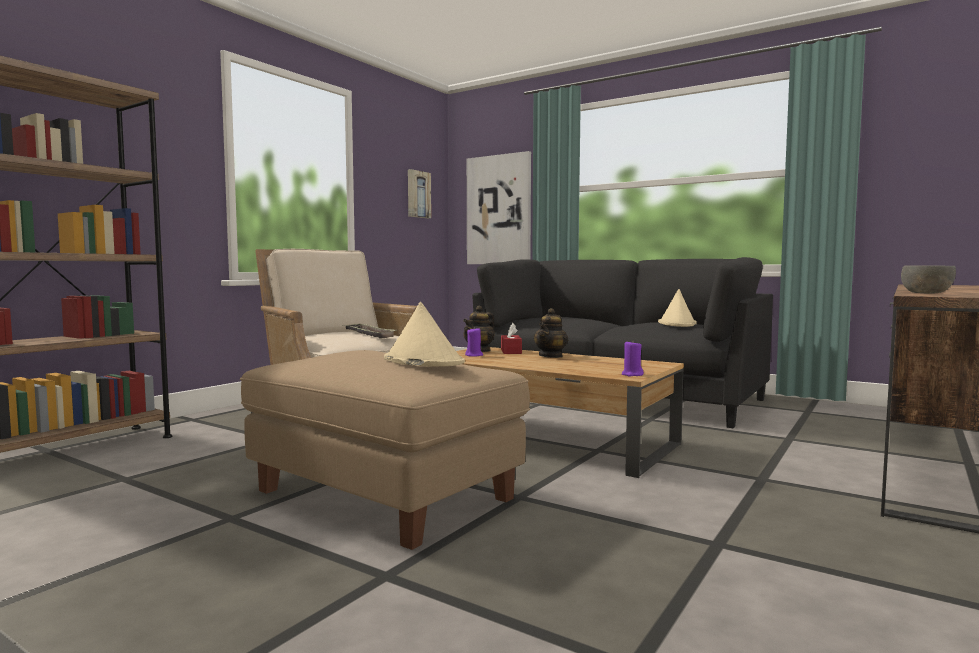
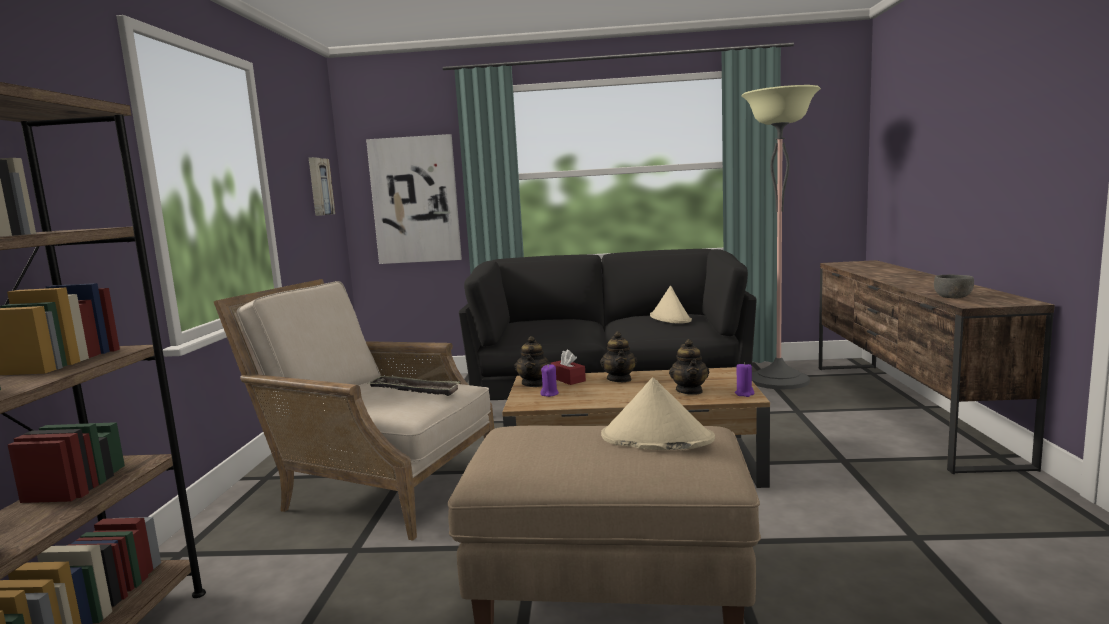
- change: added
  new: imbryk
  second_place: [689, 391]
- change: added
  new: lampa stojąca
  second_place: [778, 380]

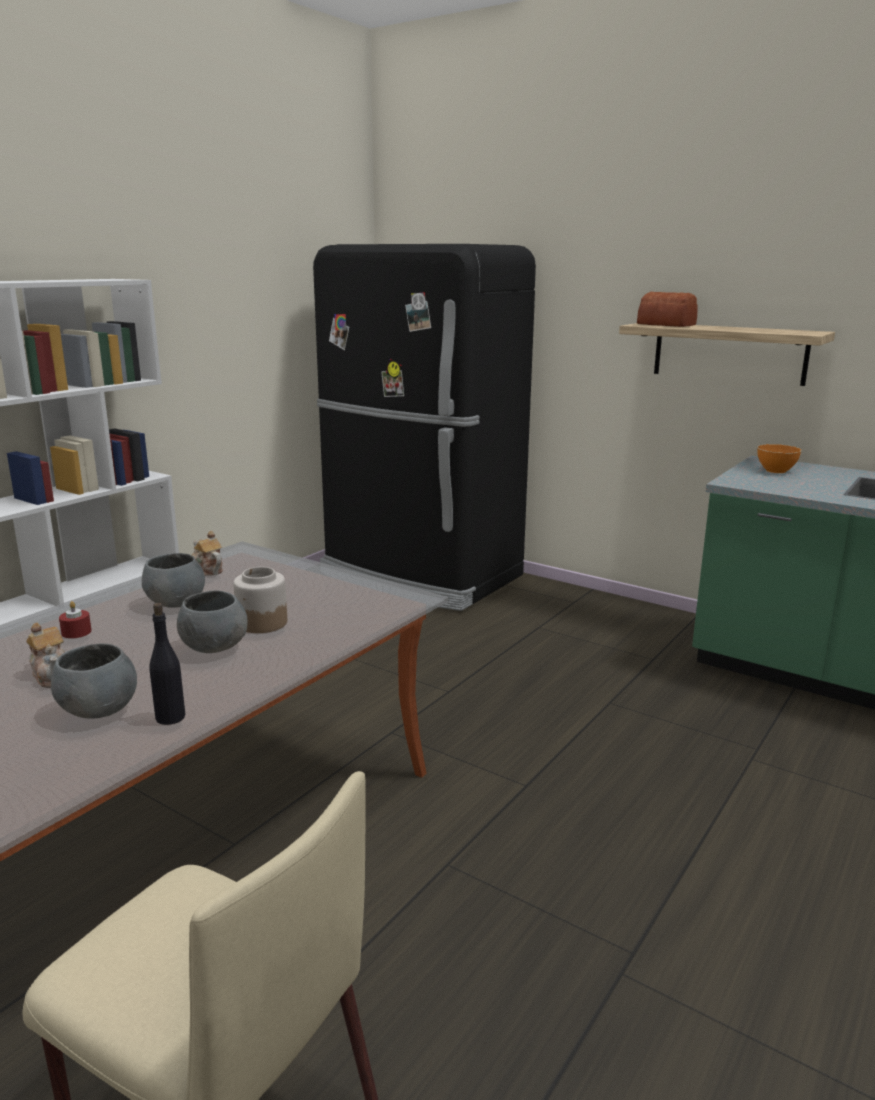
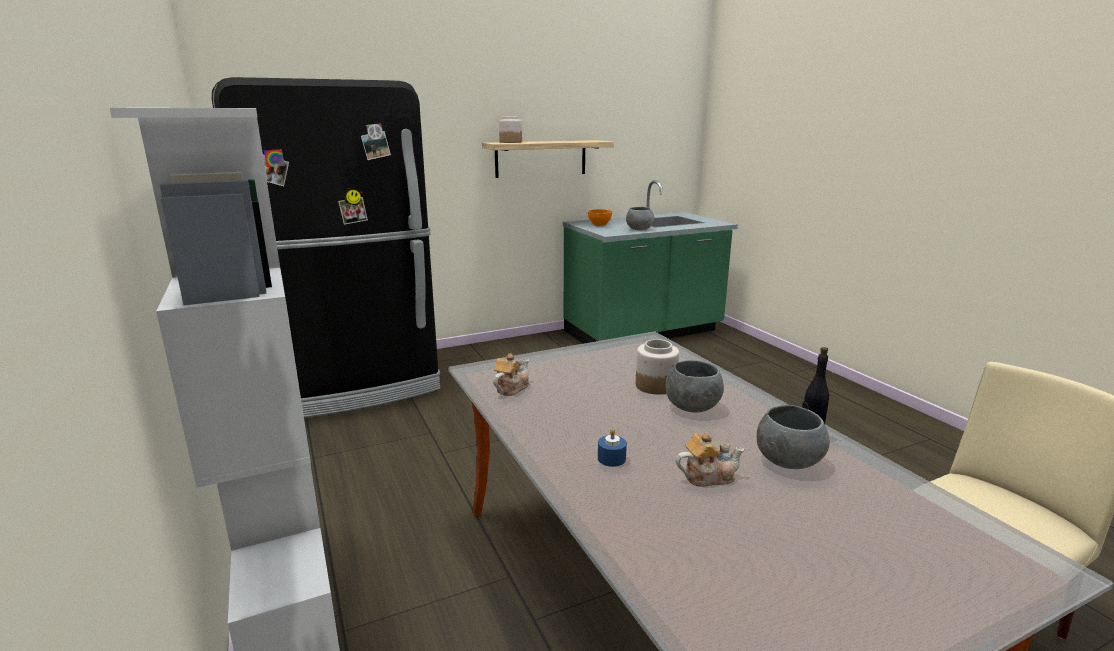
- change: turned
  old: imbryk
  first_place: [207, 570]
  second_place: [511, 388]
  degrees: 135
- change: replaced
  old: chleb
  new: słoik
  first_place: [665, 324]
  second_place: [510, 142]
- change: recoloured
  old: świeca (czerwony)
  new: świeca (niebieski)
  first_place: [76, 632]
  second_place: [611, 458]
- change: moved
  old: miska (szary)
  first_place: [176, 603]
  second_place: [639, 229]

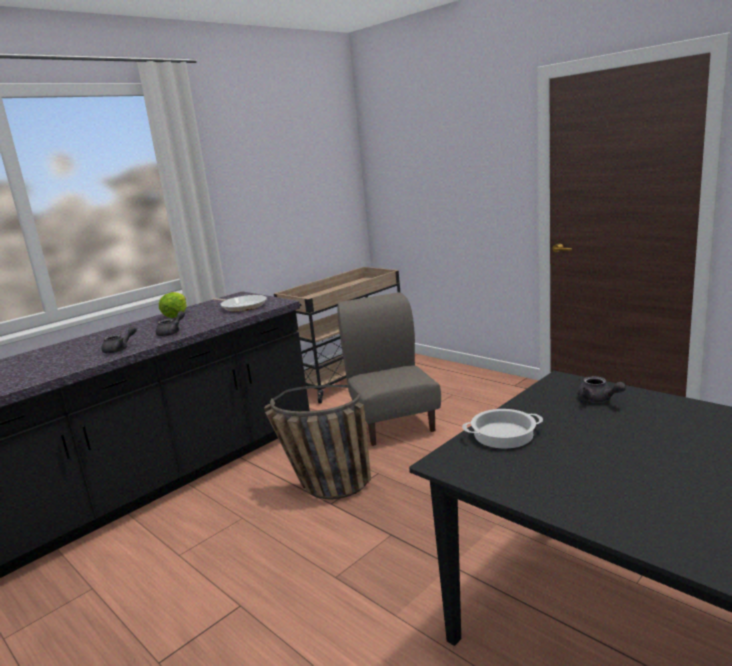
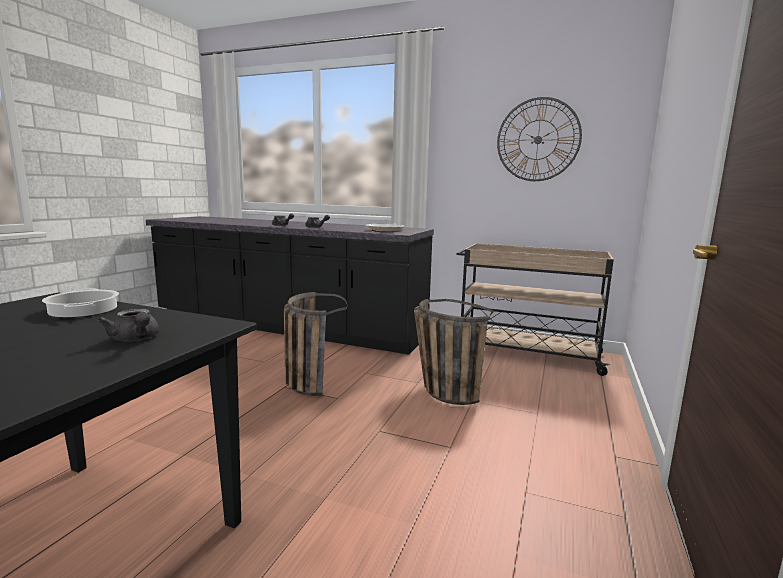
- change: turned
  old: imbryk (szary)
  first_place: [598, 400]
  second_place: [136, 339]
  degrees: -75
- change: replaced
  old: krzesło (szary)
  new: koszyk
  first_place: [393, 422]
  second_place: [440, 389]
- change: added
  new: zegar ścienny
  second_place: [538, 140]
- change: removed
  old: sałata
  first_place: [176, 315]

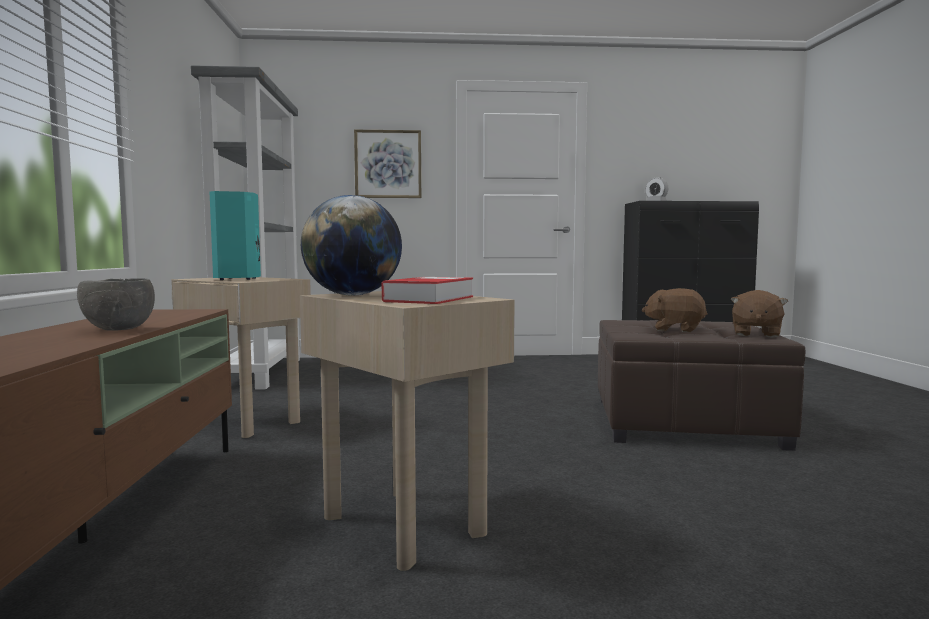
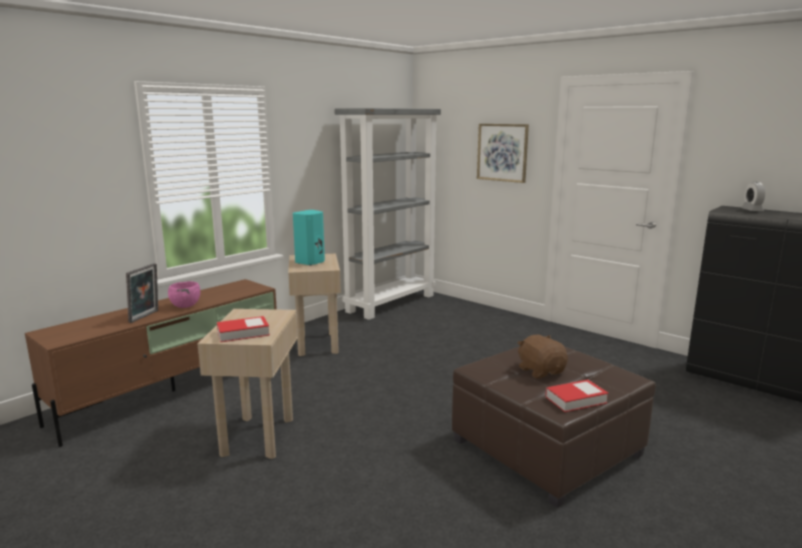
- change: added
  new: ramka na zdjęcie
  second_place: [146, 316]
- change: recoloured
  old: miska (szary)
  new: miska (różowy)
  first_place: [118, 329]
  second_place: [185, 306]
- change: replaced
  old: pluszak (brązowy)
  new: książka
  first_place: [755, 334]
  second_place: [576, 400]
- change: removed
  old: globus
  first_place: [353, 295]

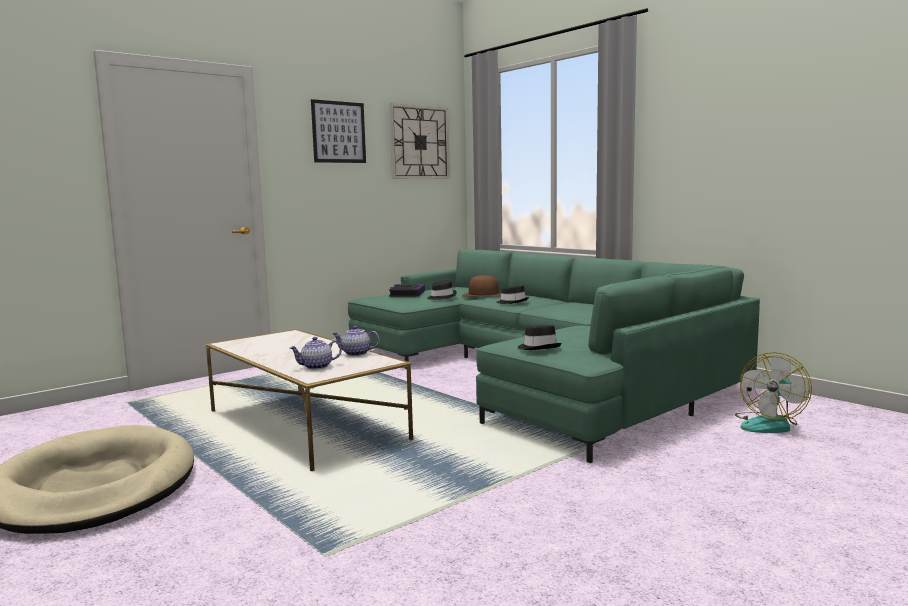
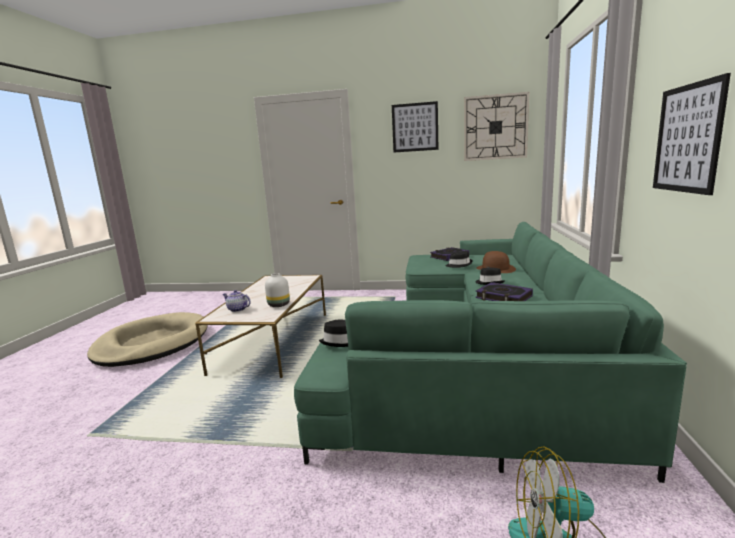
- change: replaced
  old: imbryk
  new: wazon (biały)
  first_place: [356, 354]
  second_place: [278, 305]
- change: added
  new: książka
  second_place: [503, 297]
- change: added
  new: obraz
  second_place: [687, 138]

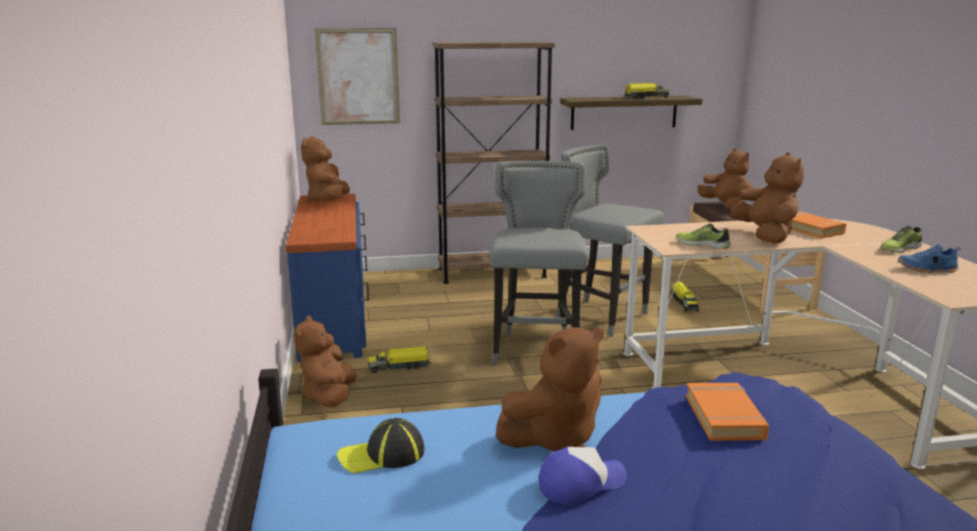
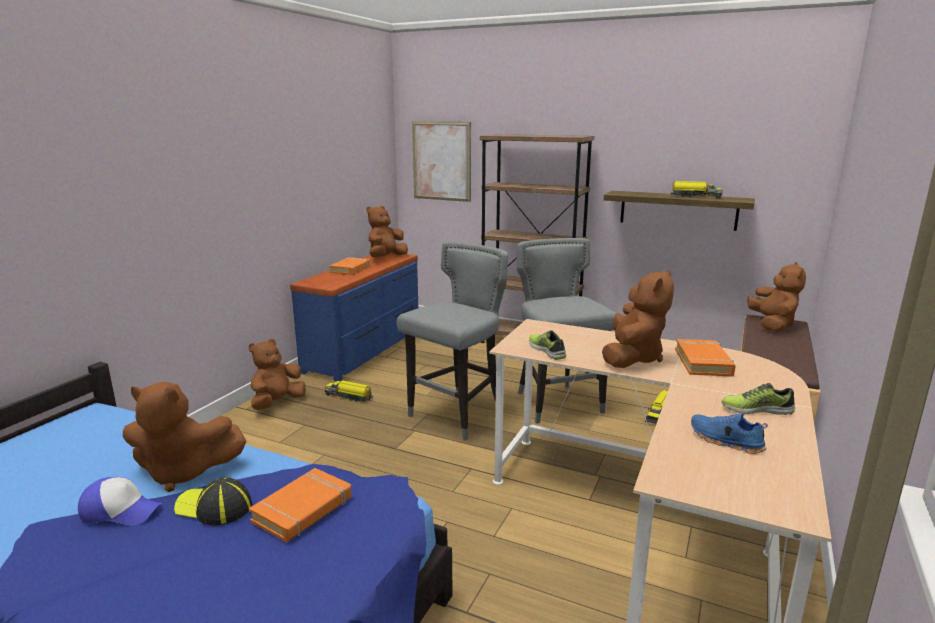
- change: moved
  old: czapka z daszkiem
  first_place: [382, 455]
  second_place: [214, 507]
- change: added
  new: książka (pomarańczowy)
  second_place: [350, 269]

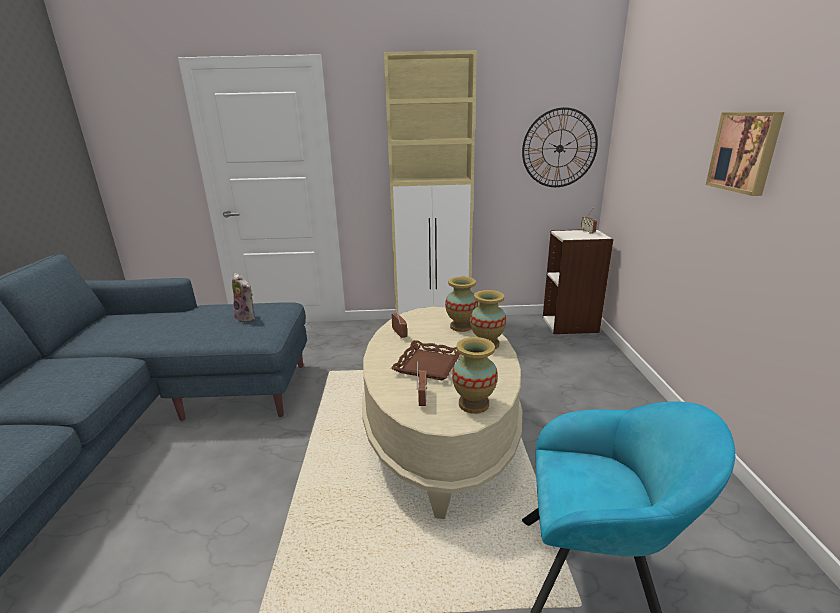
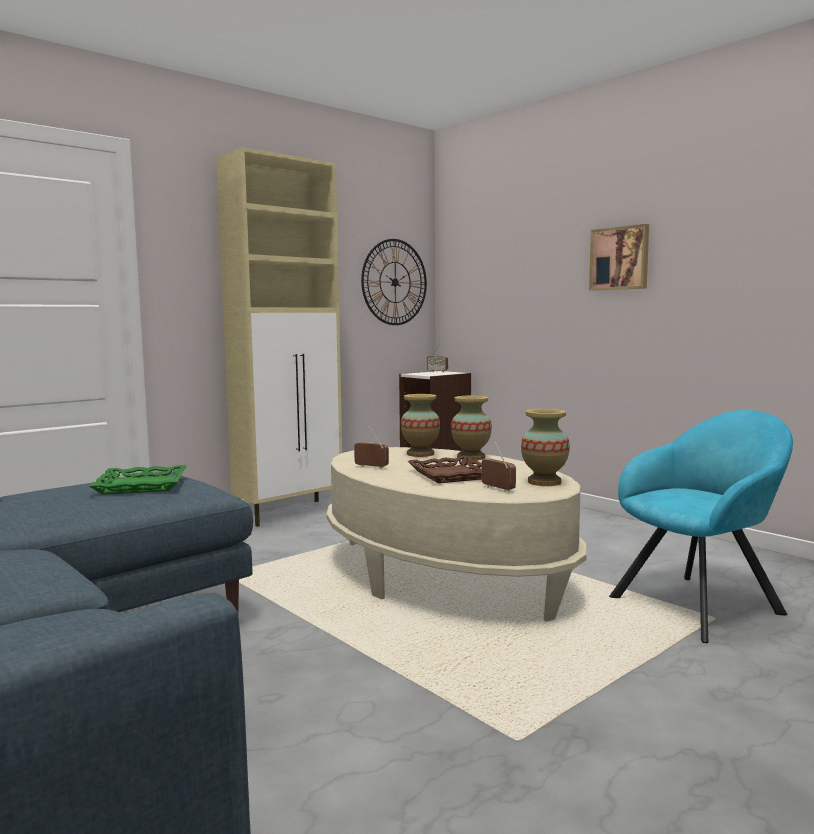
- change: replaced
  old: pluszak
  new: taca (zielony)
  first_place: [247, 318]
  second_place: [141, 486]

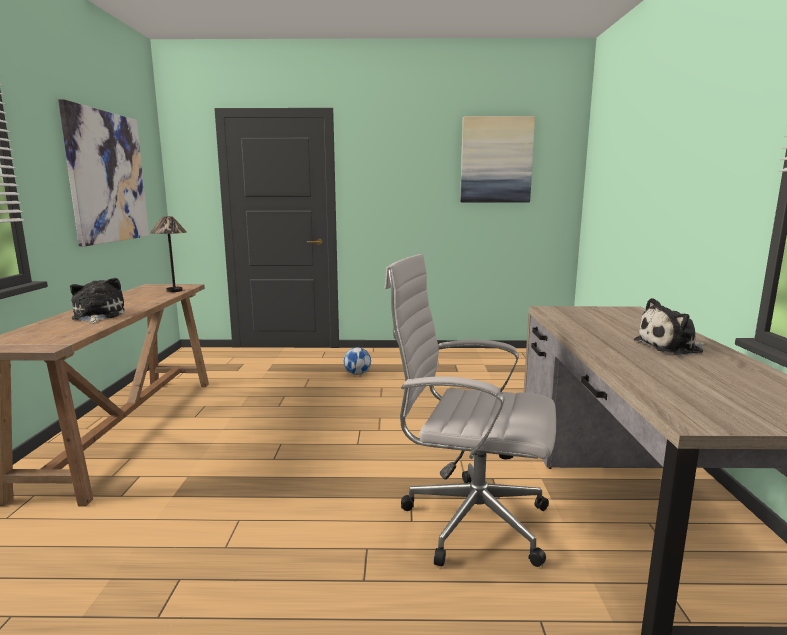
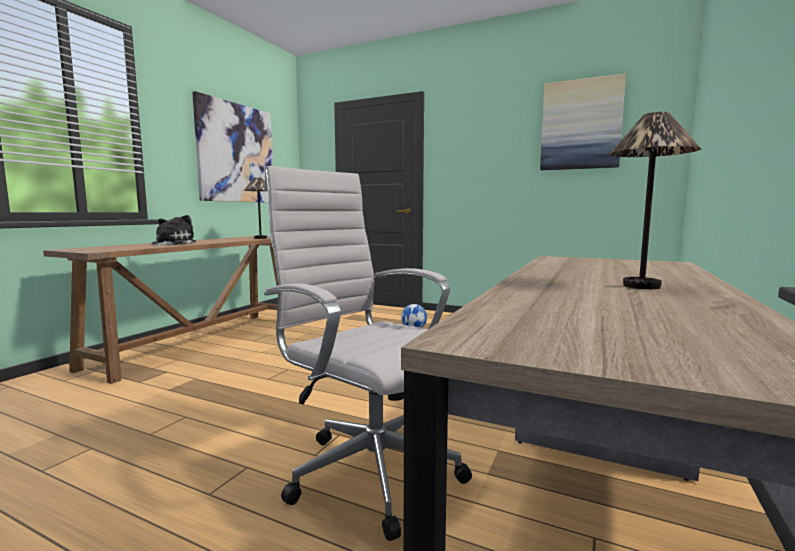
- change: replaced
  old: pluszak
  new: lampa stołowa
  first_place: [671, 347]
  second_place: [642, 286]

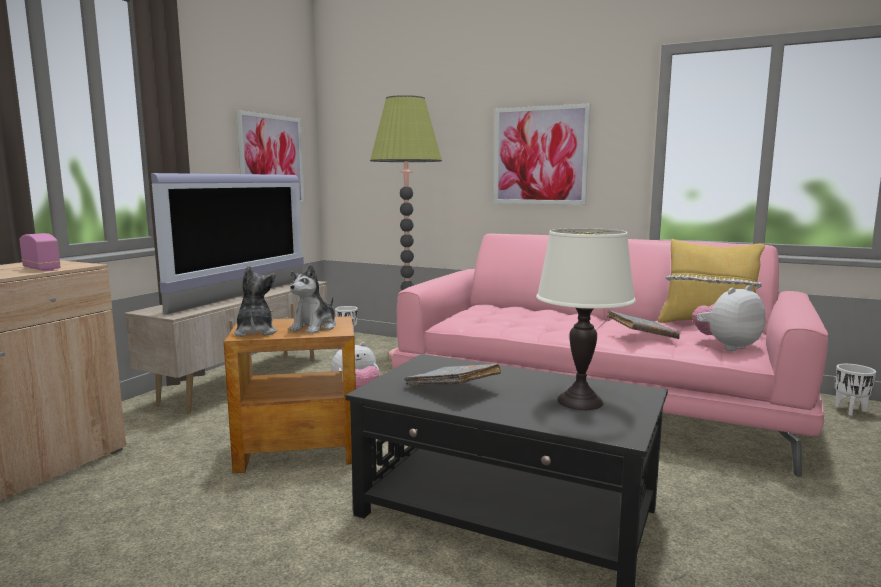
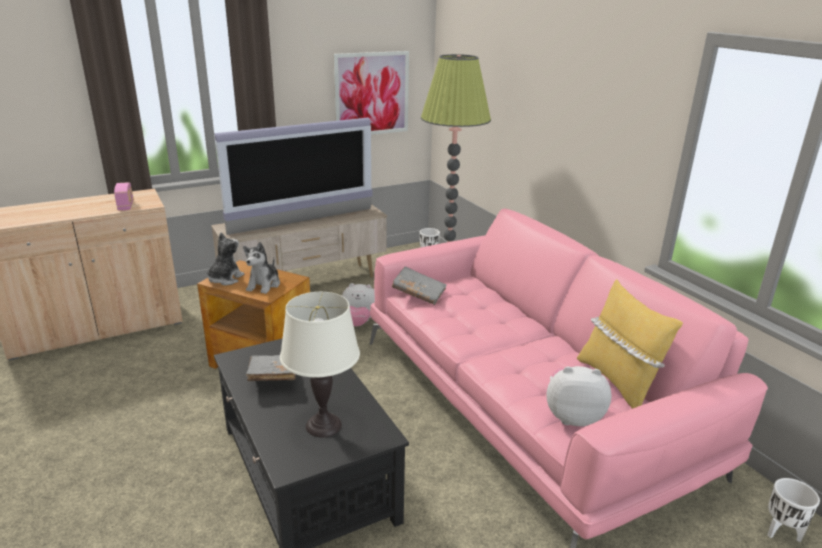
- change: turned
  old: pluszak
  first_place: [314, 327]
  second_place: [264, 285]
  degrees: -45
- change: moved
  old: książka (szary)
  first_place: [642, 336]
  second_place: [418, 293]
- change: removed
  old: obraz
  first_place: [540, 155]

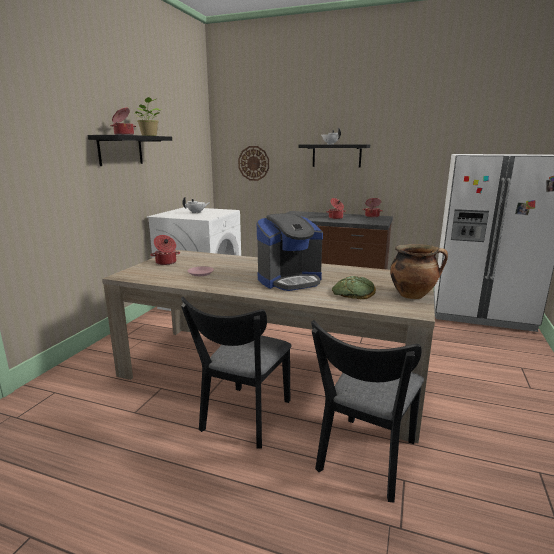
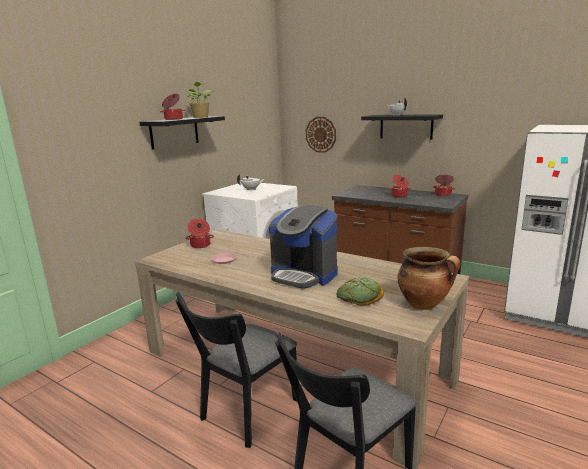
- change: turned
  old: ekspres do kawy
  first_place: [289, 280]
  second_place: [304, 275]
  degrees: 45

